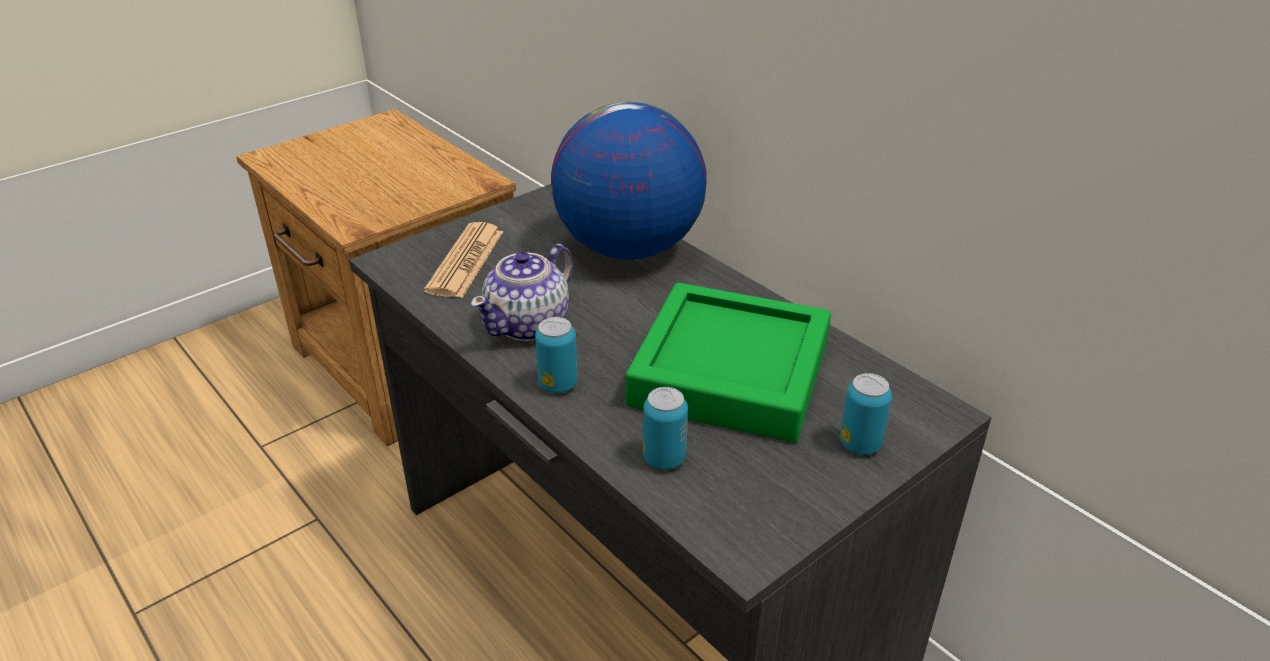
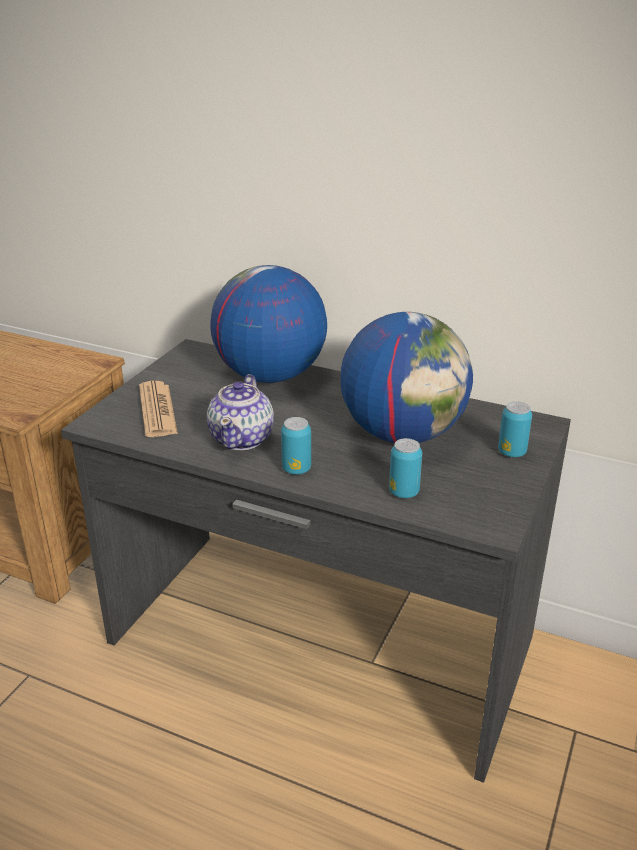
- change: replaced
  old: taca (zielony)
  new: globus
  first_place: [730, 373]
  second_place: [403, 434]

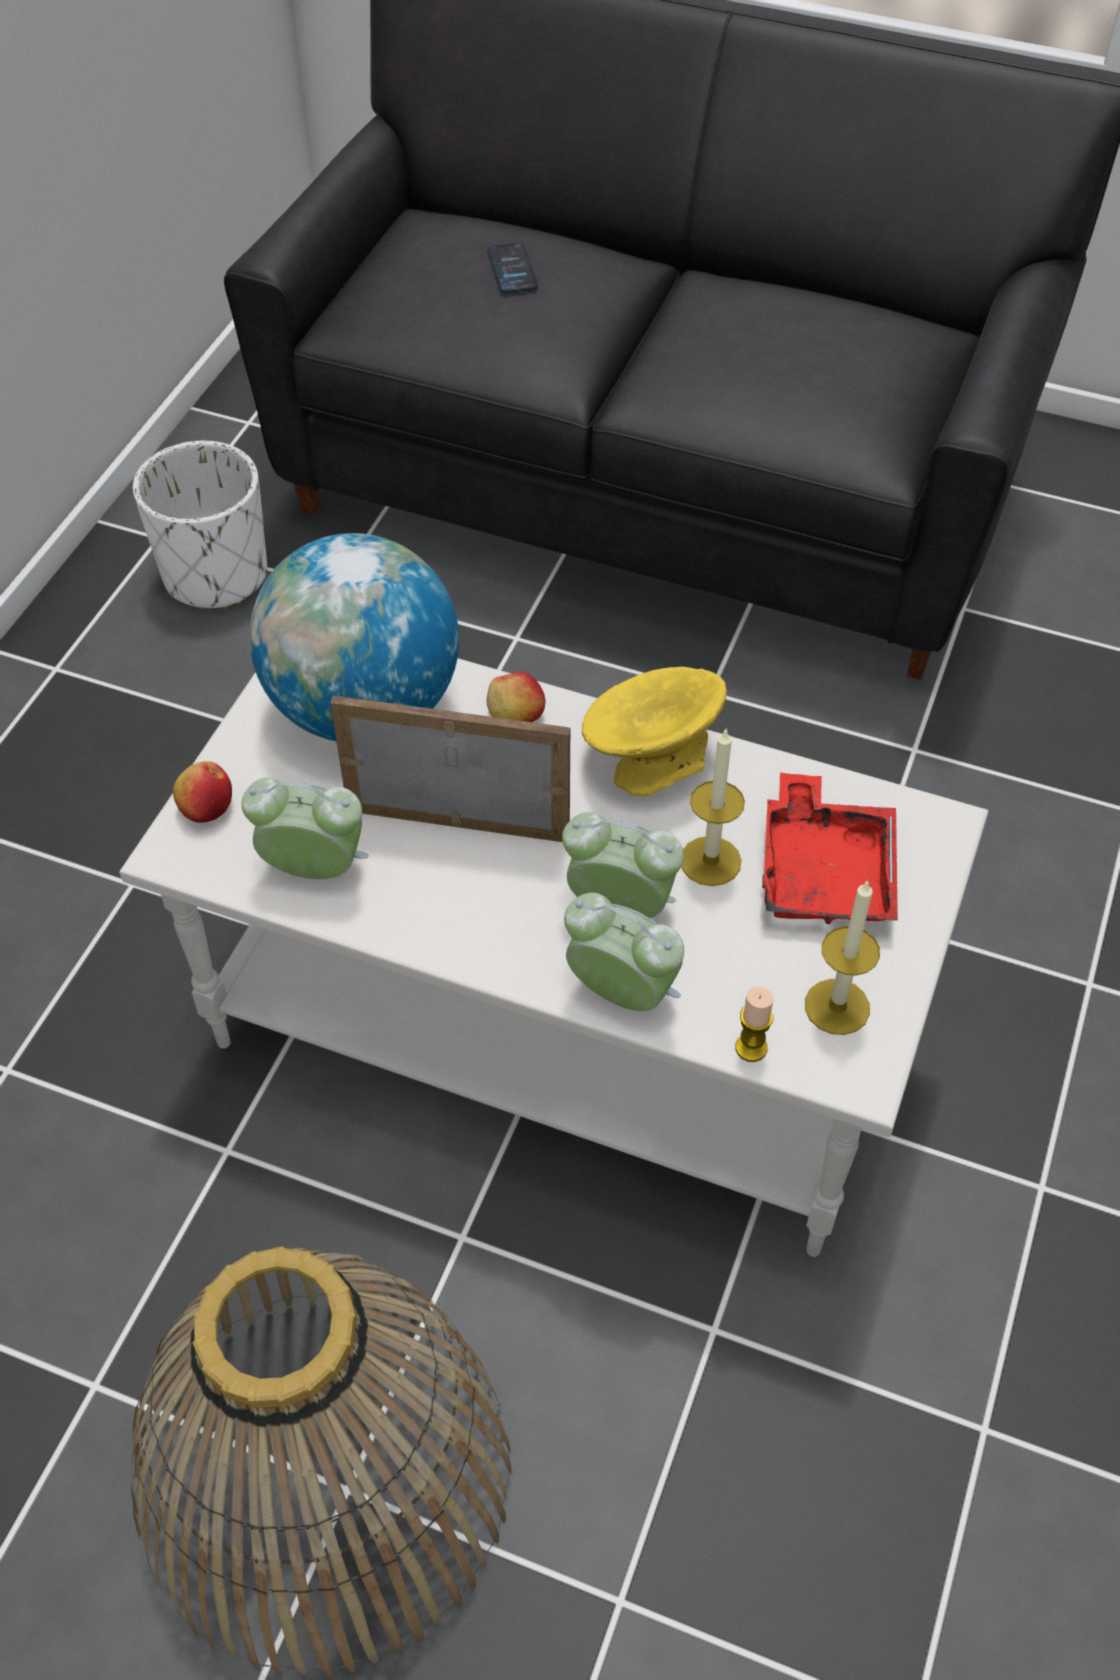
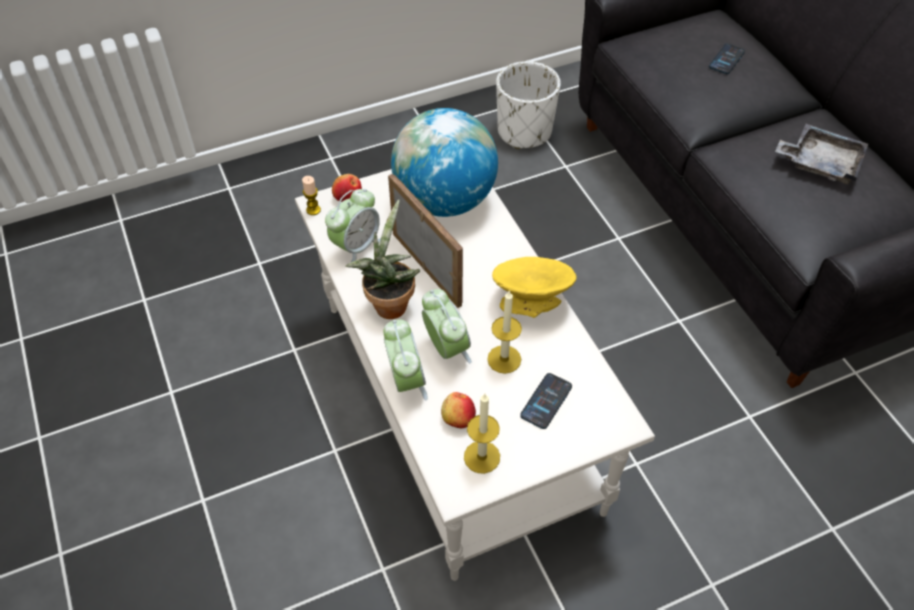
- change: moved
  old: świeca
  first_place: [751, 1048]
  second_place: [313, 210]
- change: turned
  old: budzik
  first_place: [314, 869]
  second_place: [356, 246]
  degrees: 75
- change: added
  new: roślina doniczkowa
  second_place: [389, 303]
- change: moved
  old: jabłko
  first_place: [515, 716]
  second_place: [458, 418]
- change: replaced
  old: taca (czerwony)
  new: telefon
  first_place: [825, 871]
  second_place: [546, 401]
- change: added
  new: taca (szary)
  second_place: [820, 163]
- change: removed
  old: koszyk
  first_place: [324, 1475]

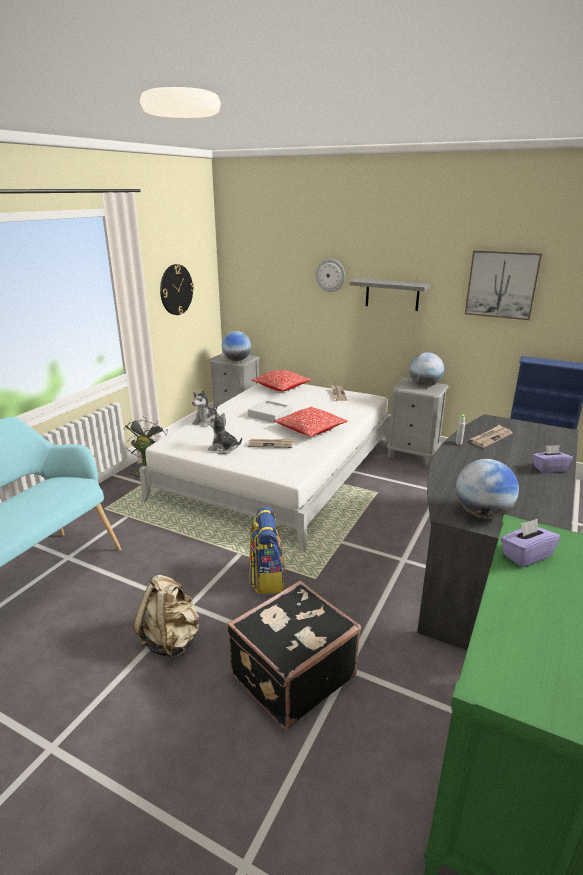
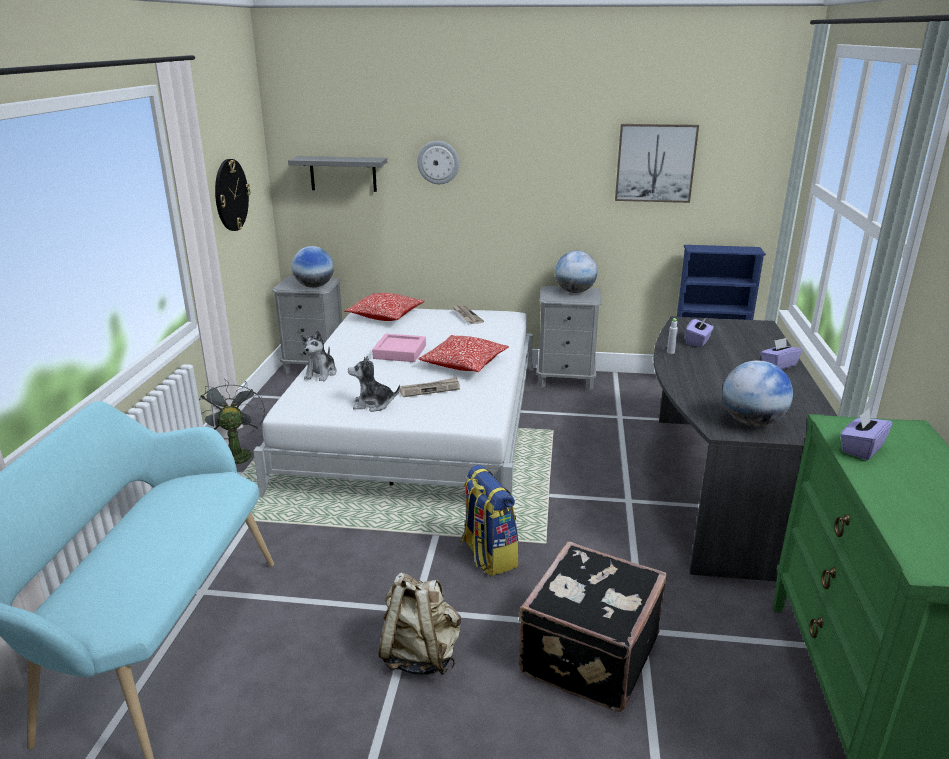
- change: moved
  old: półka (szary)
  first_place: [392, 294]
  second_place: [343, 173]
- change: recoloured
  old: taca (szary)
  new: taca (różowy)
  first_place: [270, 414]
  second_place: [399, 352]
- change: replaced
  old: gazeta
  new: pudełko chusteczek (fioletowy)
  first_place: [490, 438]
  second_place: [698, 341]

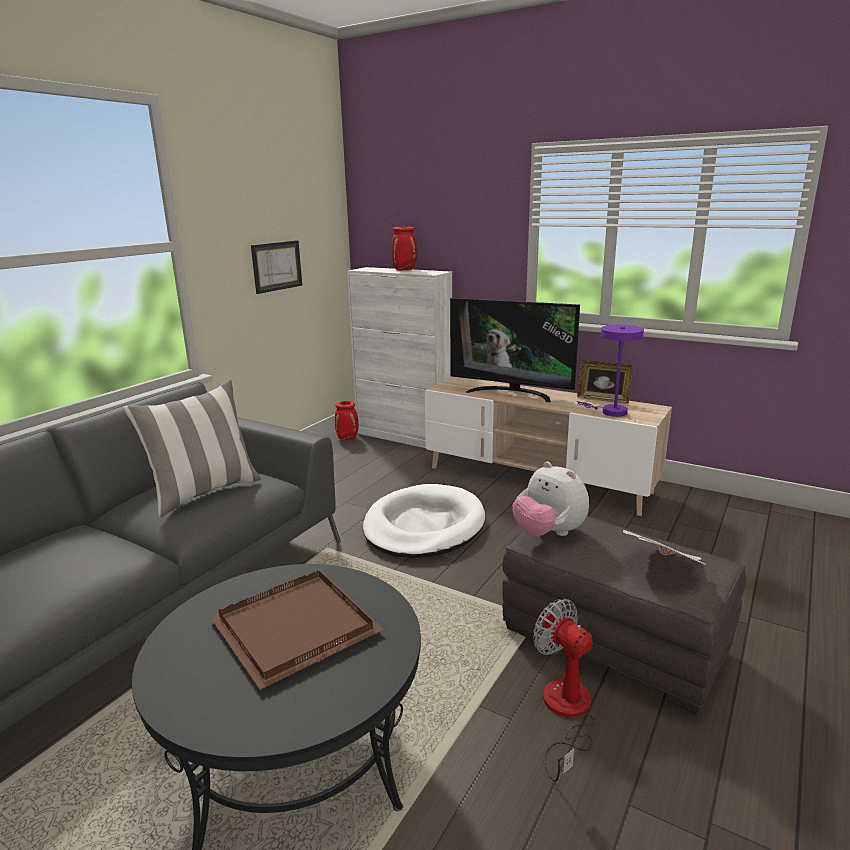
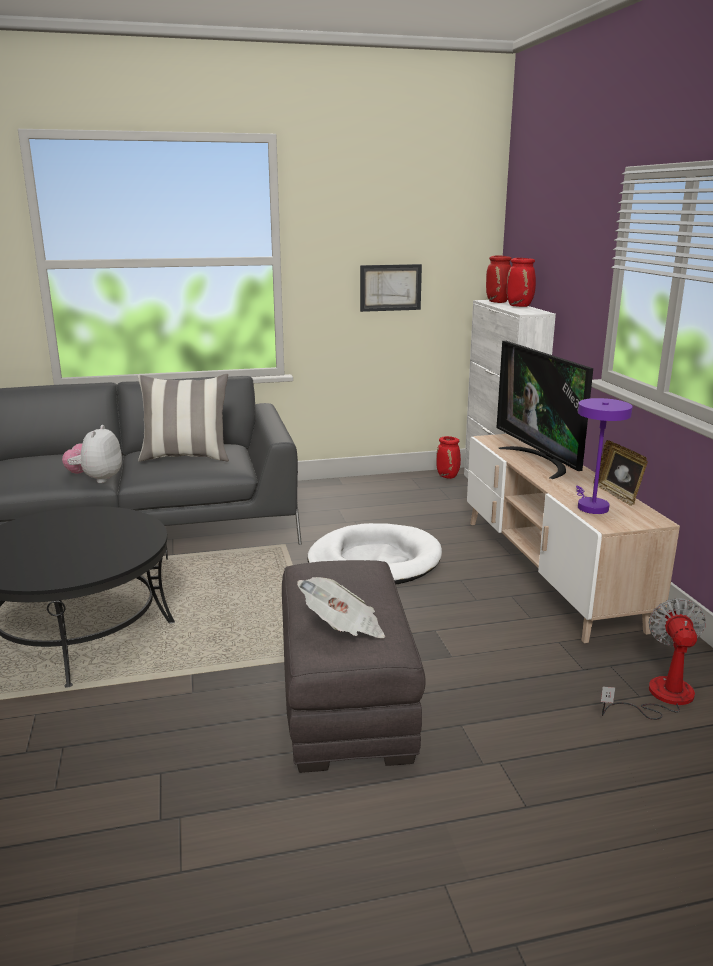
- change: moved
  old: pluszak
  first_place: [548, 533]
  second_place: [96, 479]
- change: added
  new: wazon (czerwony)
  second_place: [498, 302]
- change: moved
  old: wentylator
  first_place: [565, 713]
  second_place: [659, 697]
- change: removed
  old: taca (brązowy)
  first_place: [294, 630]

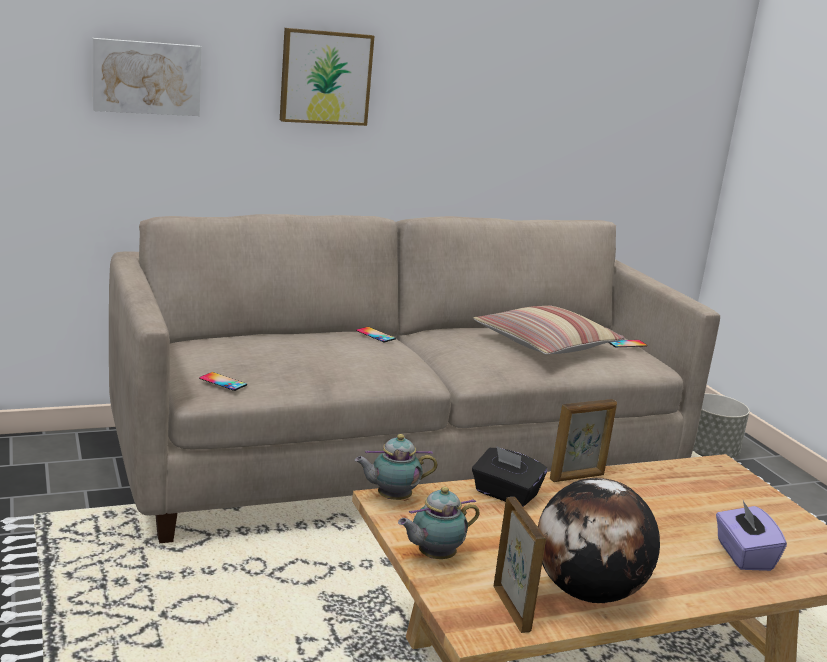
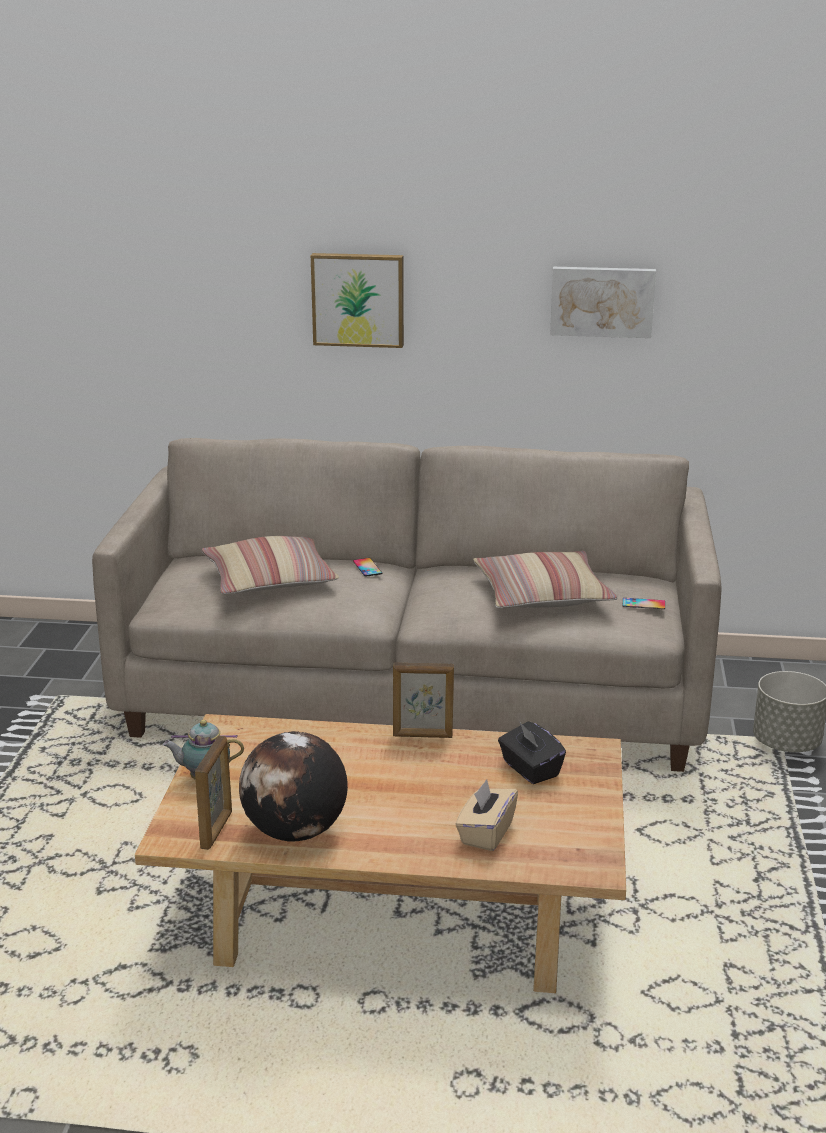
- change: added
  new: poduszka
  second_place: [269, 580]
- change: recoloured
  old: pudełko chusteczek (fioletowy)
  new: pudełko chusteczek (beżowy)
  first_place: [743, 555]
  second_place: [486, 833]
- change: moved
  old: pudełko chusteczek (czarny)
  first_place: [505, 494]
  second_place: [530, 769]
- change: moved
  old: obraz
  first_place: [146, 77]
  second_place: [602, 301]
- change: removed
  old: telefon
  first_place: [223, 382]
- change: removed
  old: imbryk
  first_place: [391, 498]

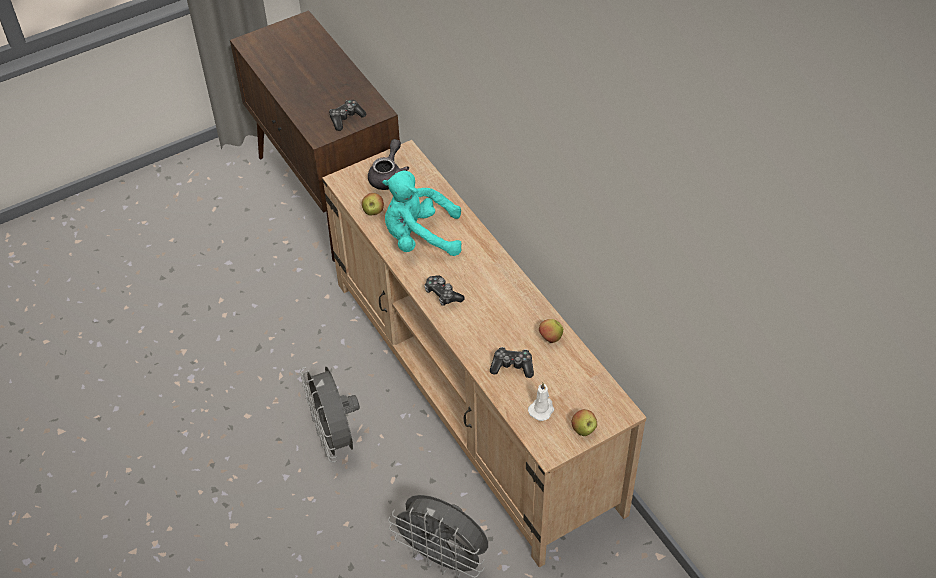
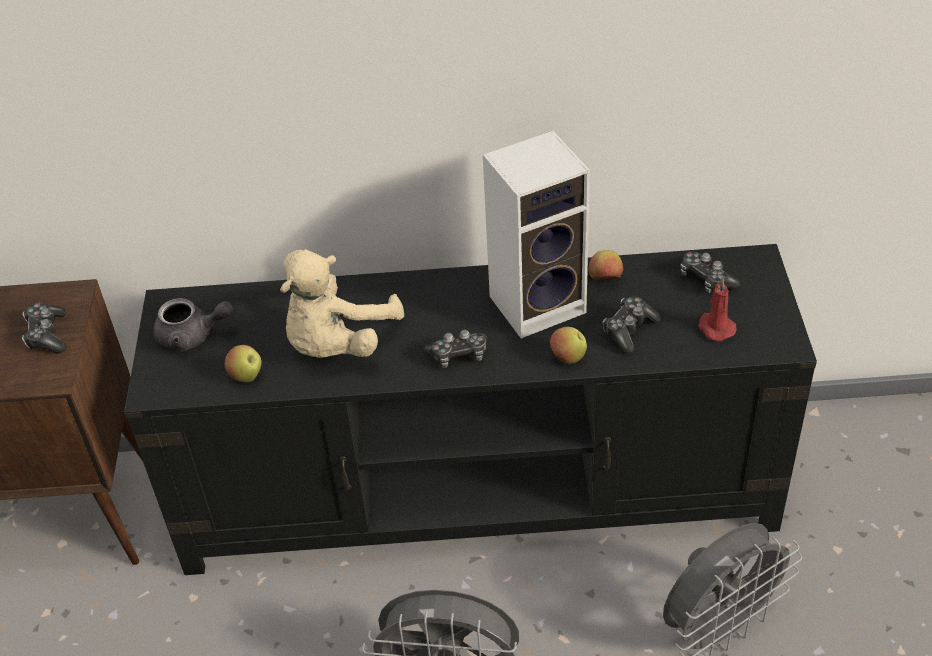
- change: recoloured
  old: szafka pod telewizor (beżowy)
  new: szafka pod telewizor (czarny)
  first_place: [473, 393]
  second_place: [480, 492]
- change: turned
  old: imbryk (szary)
  first_place: [388, 176]
  second_place: [193, 336]
  degrees: 135
- change: recoloured
  old: pluszak (turkusowy)
  new: pluszak (beżowy)
  first_place: [420, 237]
  second_place: [337, 343]
- change: added
  new: głośnik
  second_place: [539, 302]
- change: moved
  old: jabłko
  first_place: [583, 430]
  second_place: [568, 358]
- change: added
  new: pad do gier
  second_place: [706, 279]
- change: recoloured
  old: świeca (biały)
  new: świeca (czerwony)
  first_place: [542, 409]
  second_place: [715, 327]

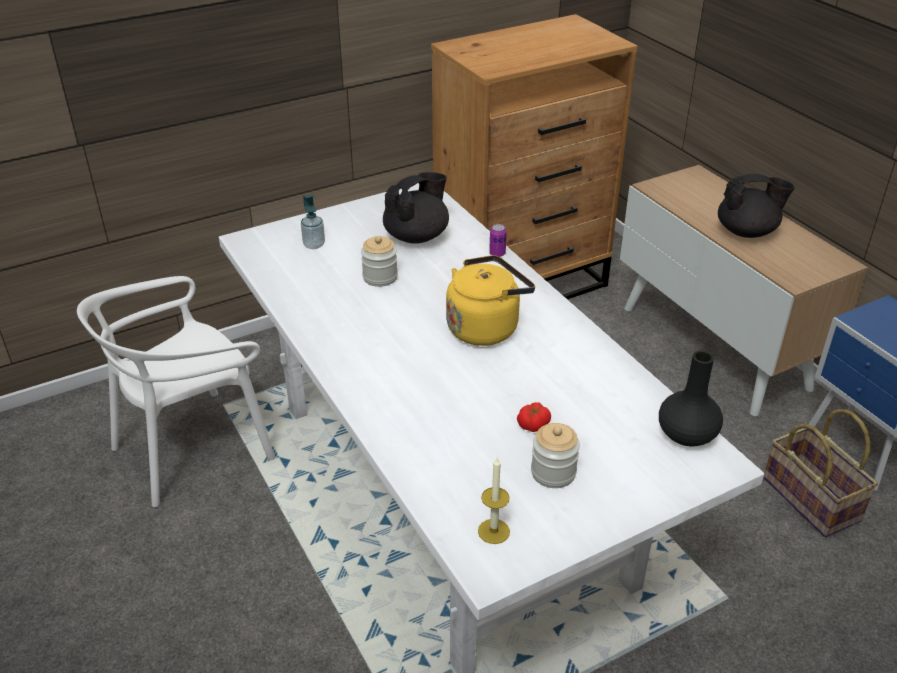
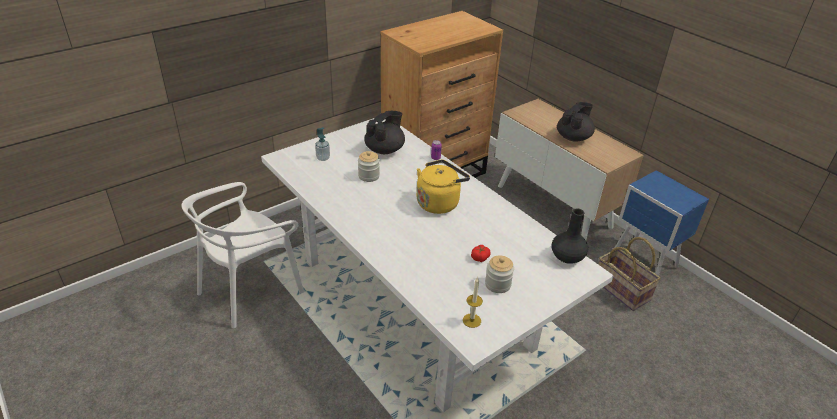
- change: turned
  old: imbryk (czarny)
  first_place: [747, 232]
  second_place: [573, 137]
  degrees: -45

